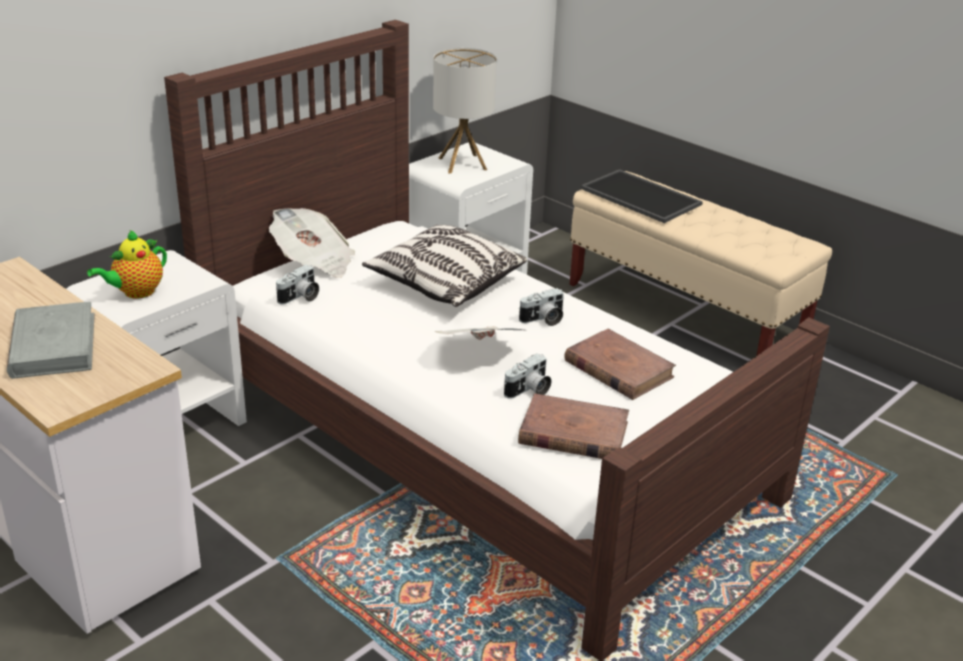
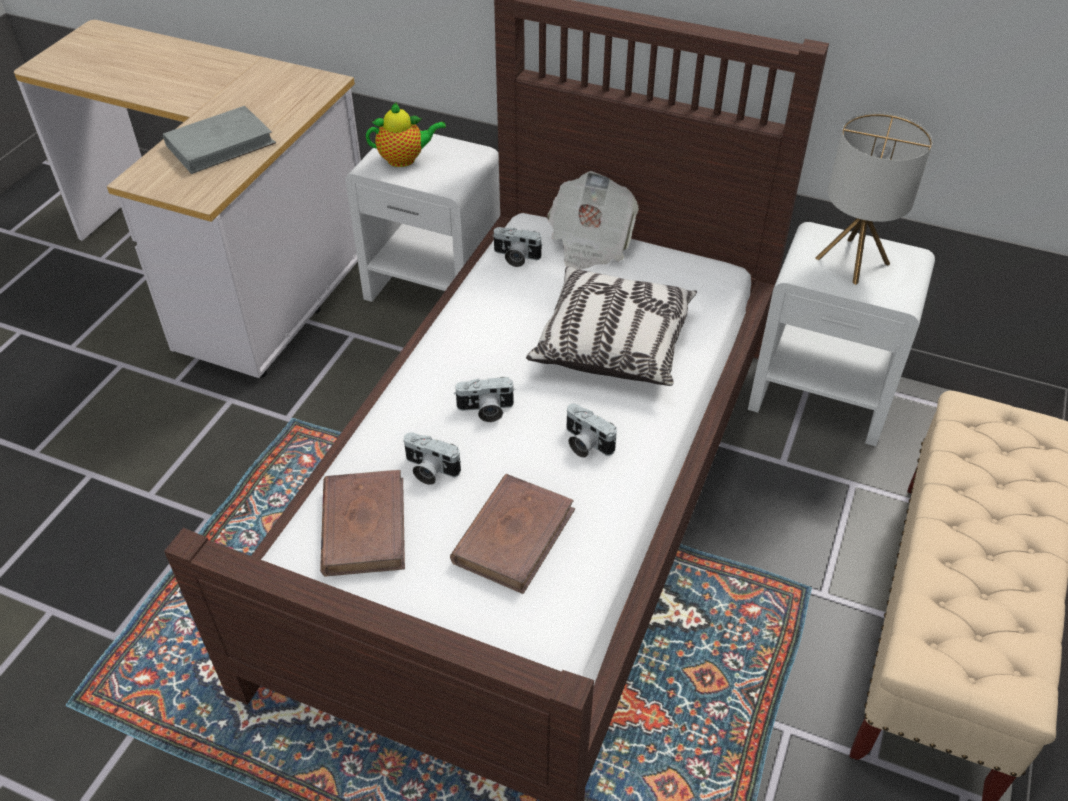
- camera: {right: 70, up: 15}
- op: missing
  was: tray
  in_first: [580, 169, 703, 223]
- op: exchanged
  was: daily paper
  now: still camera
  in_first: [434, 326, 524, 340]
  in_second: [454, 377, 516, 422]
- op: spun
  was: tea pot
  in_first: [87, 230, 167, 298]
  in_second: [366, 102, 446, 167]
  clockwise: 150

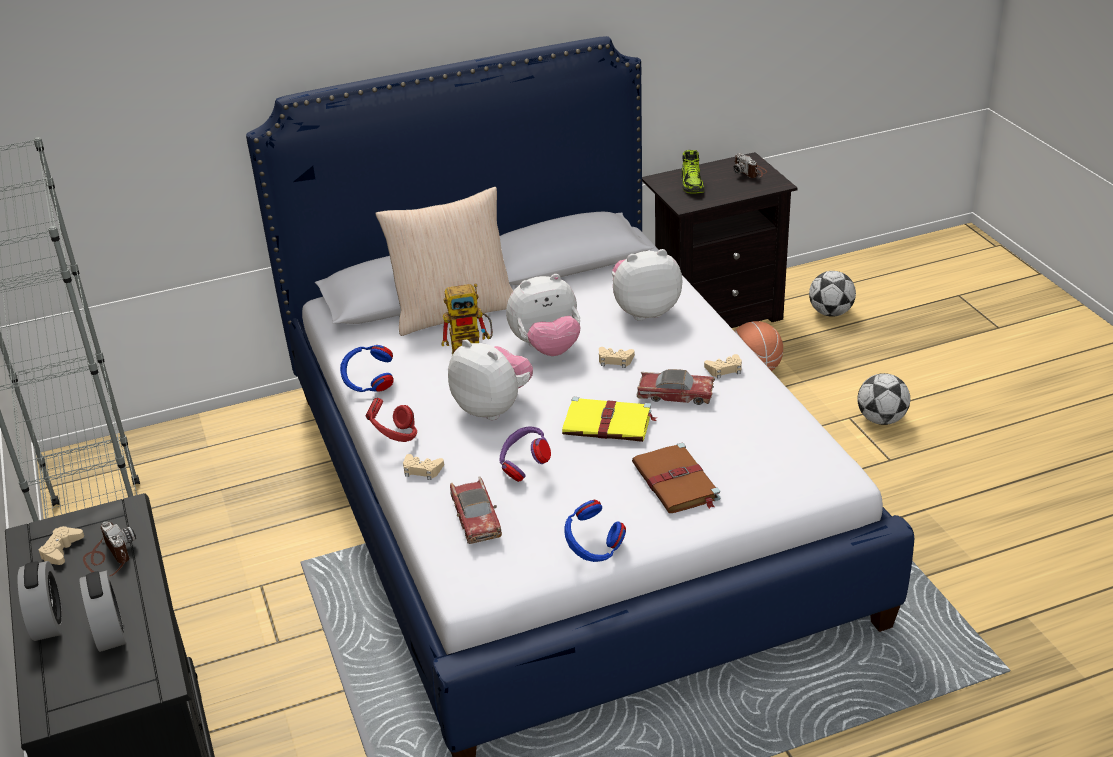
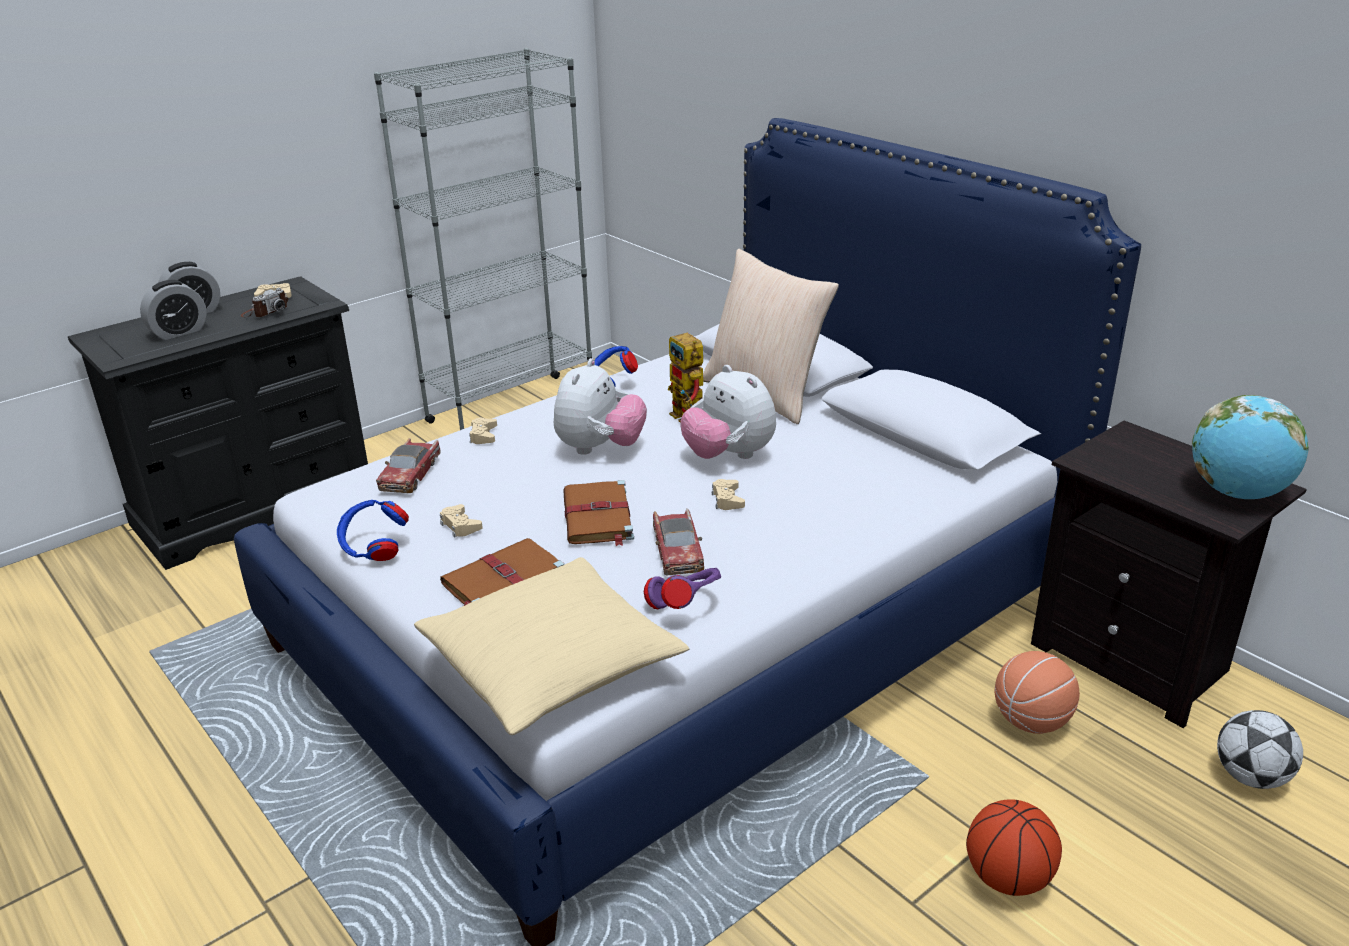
- camera: {right: 70, up: -5}
- op: missing
  was: red-coloured pair of headphones
  in_first: [366, 398, 417, 442]
- op: missing
  was: plush toy
  in_first: [612, 249, 682, 321]
- op: missing
  was: item of footwear
  in_first: [681, 150, 704, 193]
- op: appeared
  now: beige throw pillow
  in_second: [414, 557, 689, 735]
- op: relocated
  was: purple pair of headphones
  in_first: [500, 426, 551, 482]
  in_second: [644, 568, 721, 609]
- op: relocated
  was: beige joypad
  in_first: [704, 354, 742, 379]
  in_second: [440, 504, 483, 538]
- op: exchanged
  was: still camera
  now: globe
  in_first: [733, 153, 767, 178]
  in_second: [1192, 395, 1309, 499]
- op: exchanged
  was: football ball
  now: ball for basketball
  in_first: [857, 373, 910, 425]
  in_second: [966, 799, 1062, 896]
- op: colour
  was: yellowish volume
  now: brown-coloured volume
  in_first: [562, 397, 656, 442]
  in_second: [563, 480, 634, 546]
- op: spun
  was: miniature car
  in_first: [450, 477, 502, 544]
  in_second: [376, 438, 441, 493]
  clockwise: -45

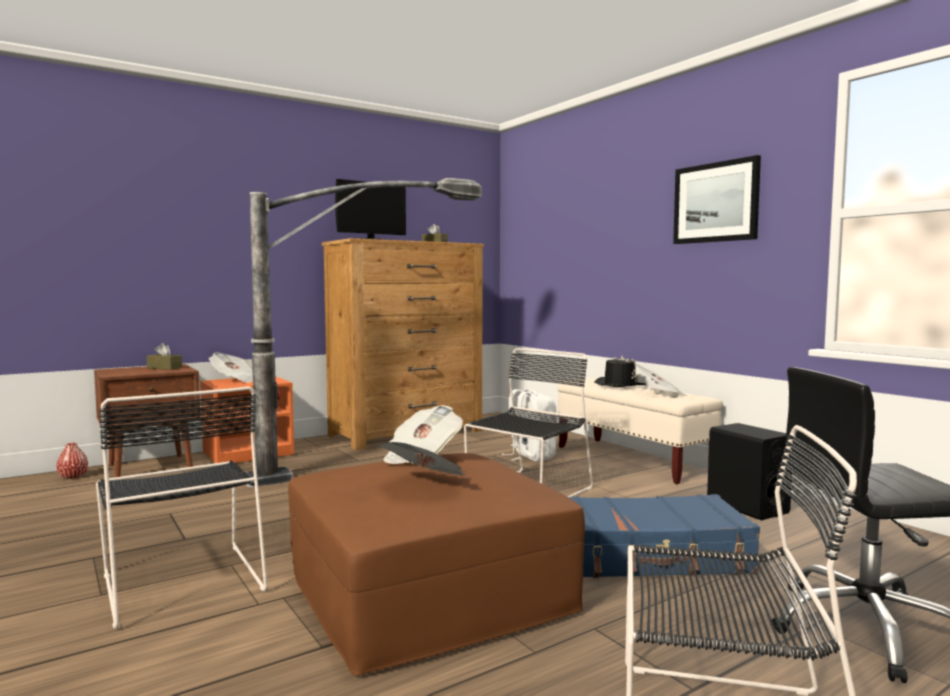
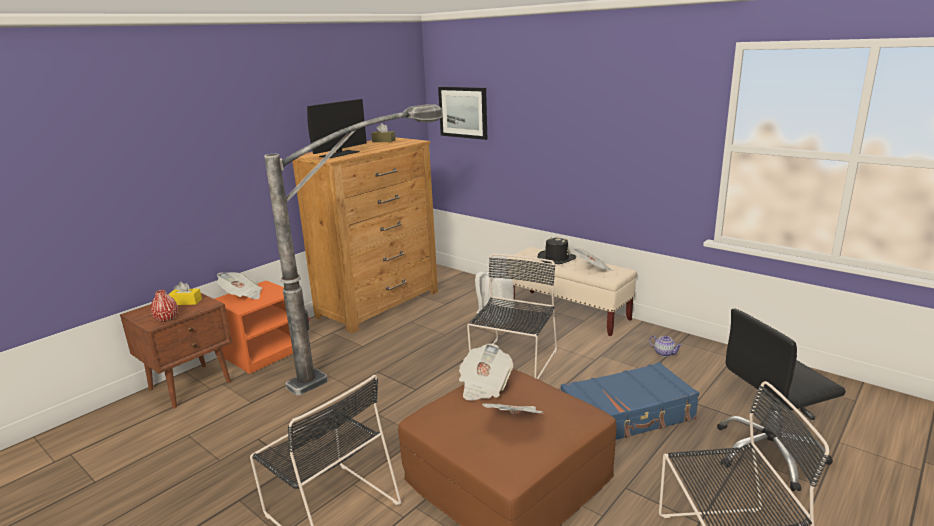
- camera: {right: -15, up: 15}
- op: relocated
  was: red-coloured flower vase
  in_first: [56, 443, 88, 479]
  in_second: [151, 290, 178, 322]
- op: relocated
  was: wall picture
  in_first: [673, 155, 761, 244]
  in_second: [438, 87, 487, 140]
- op: exchanged
  was: black loudspeaker
  now: tea pot
  in_first: [707, 423, 792, 520]
  in_second: [649, 335, 682, 357]
- op: colour
  was: brown-coloured tissue box
  now: yellowish tissue box
  in_first: [147, 343, 182, 370]
  in_second: [168, 282, 202, 305]

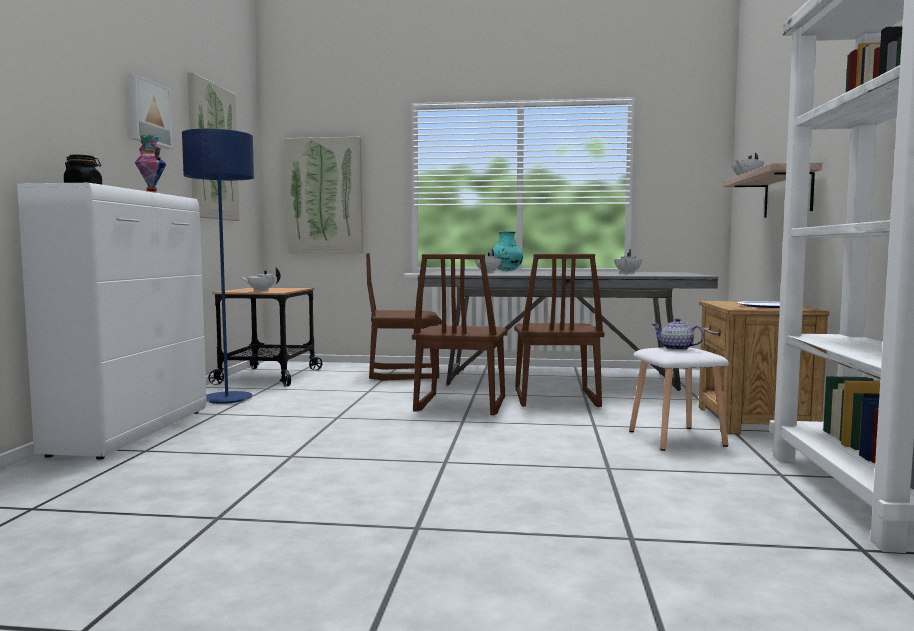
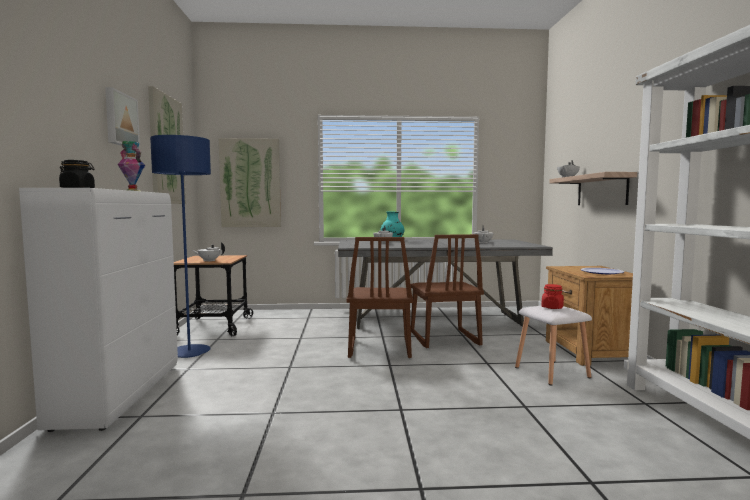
- camera: {right: -10, up: 0}
- op: missing
  was: brown-coloured chair
  in_first: [366, 253, 442, 381]
- op: exchanged
  was: tea pot
  now: red-coloured preserve jar
  in_first: [652, 318, 704, 350]
  in_second: [541, 284, 564, 309]

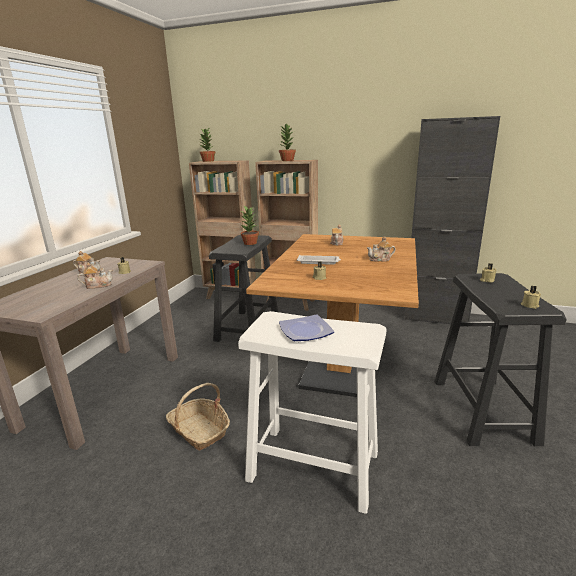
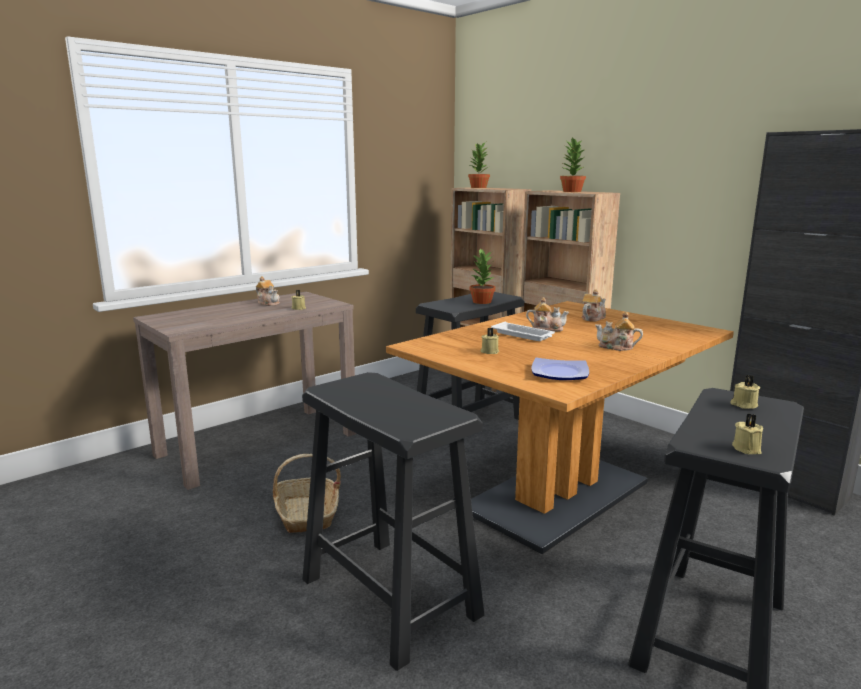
- camera: {right: 30, up: -5}
- op: relocated
  was: tea pot
  in_first: [77, 262, 113, 289]
  in_second: [526, 297, 569, 331]
- op: relocated
  was: dinner plate
  in_first: [279, 314, 335, 341]
  in_second: [532, 358, 589, 380]
- op: colour
  was: white stool seat
  now: black stool seat
  in_first: [238, 311, 387, 514]
  in_second: [302, 372, 484, 671]

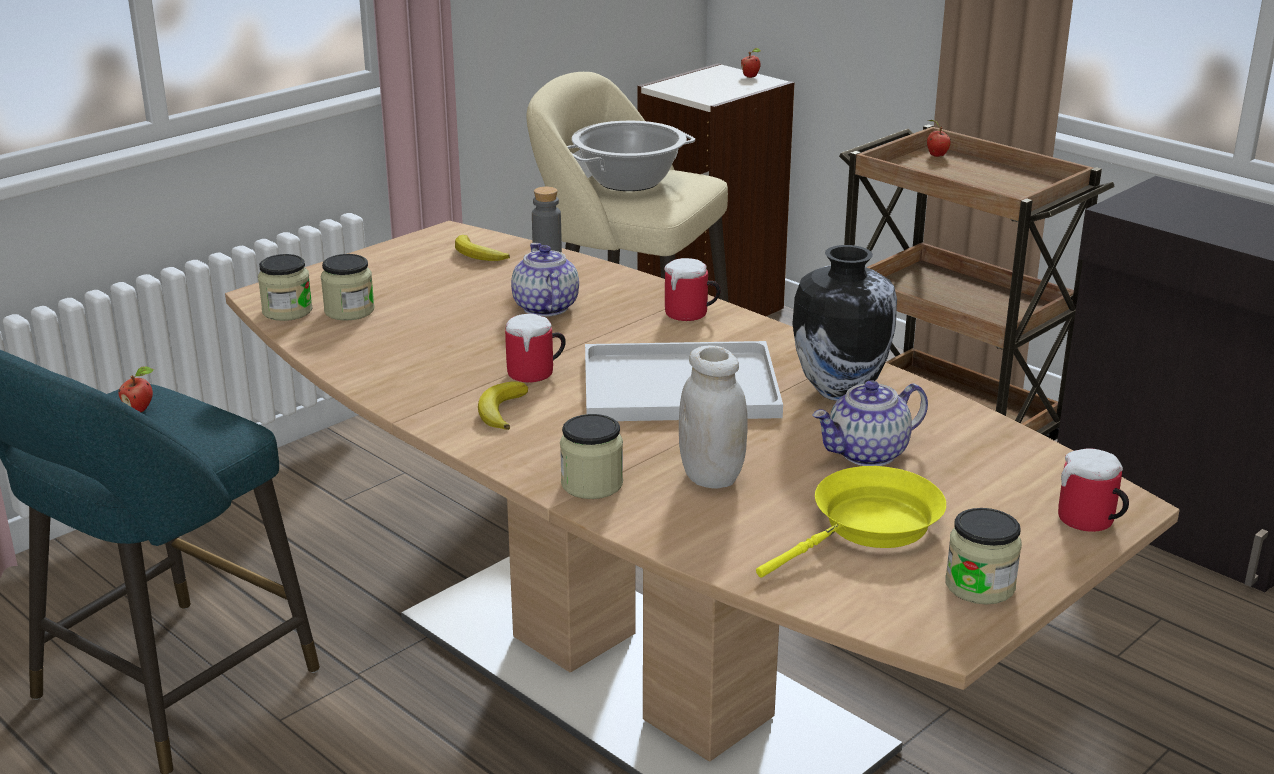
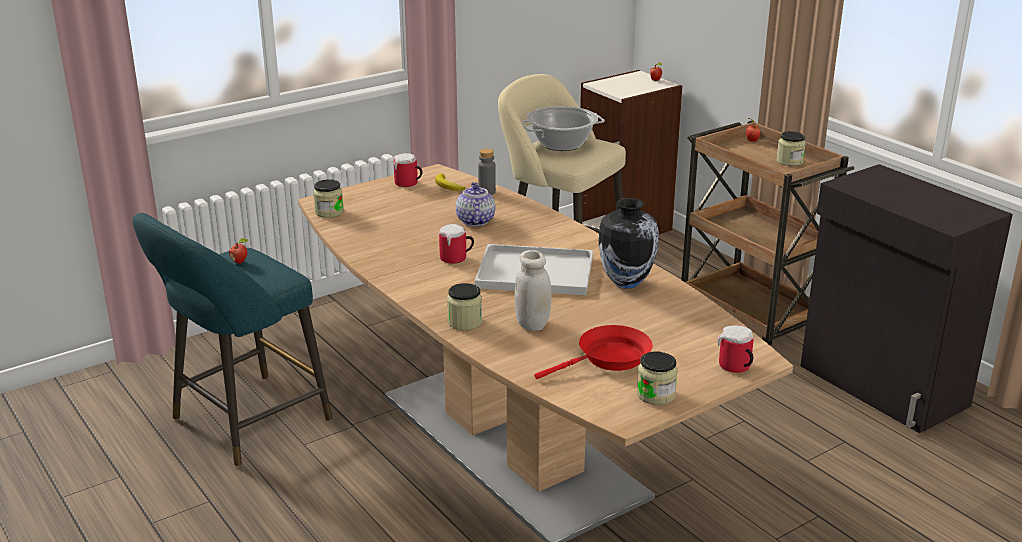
- camera: {right: 10, up: 0}
- op: missing
  was: whole banana
  in_first: [478, 381, 528, 430]
- op: missing
  was: tea pot
  in_first: [813, 380, 928, 466]
- op: relocated
  was: preserve jar
  in_first: [321, 254, 375, 321]
  in_second: [776, 131, 806, 166]
- op: relocated
  was: tea mug
  in_first: [664, 258, 721, 321]
  in_second: [393, 153, 423, 187]
- op: colour
  was: yellowish frying pan
  now: red-coloured frying pan
  in_first: [756, 466, 946, 578]
  in_second: [534, 325, 653, 379]

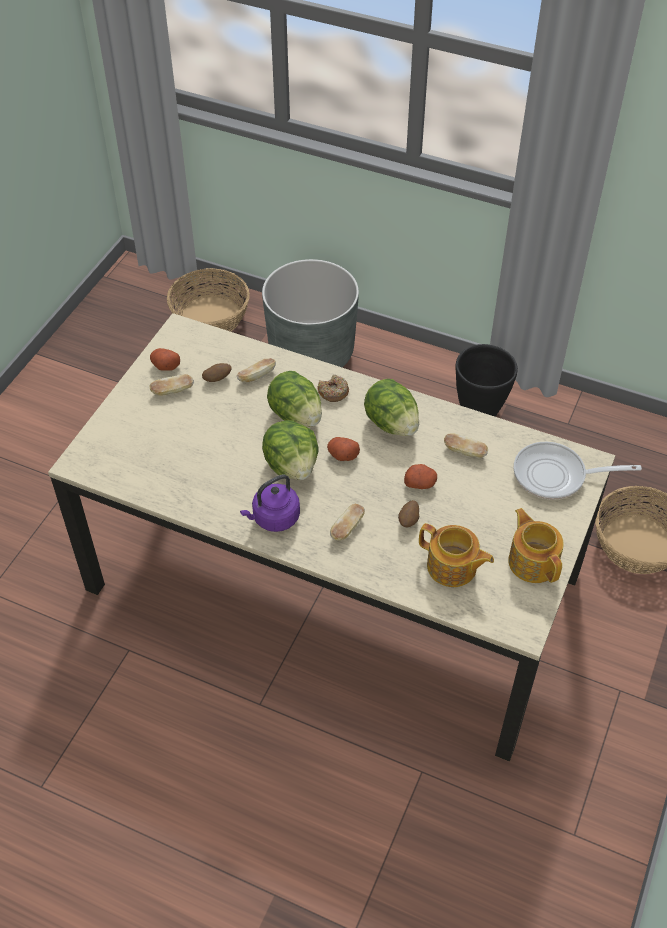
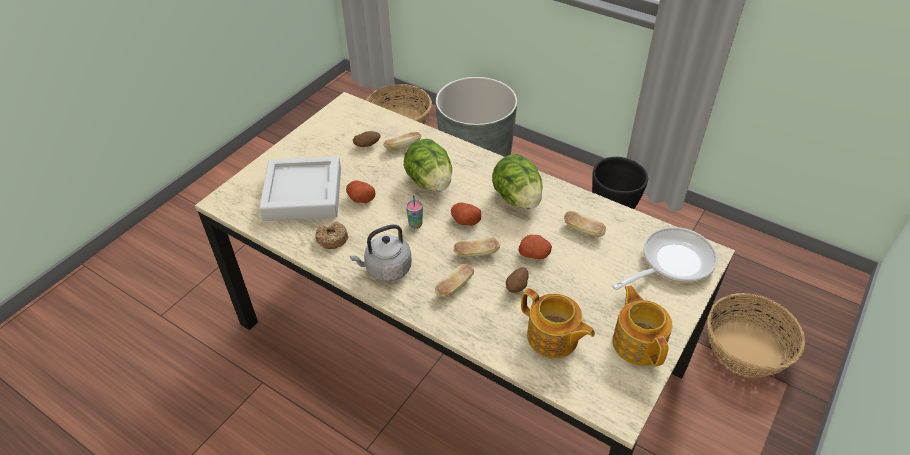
- camera: {right: 10, up: -5}
- op: appeared
  now: gray tray
  in_second: [259, 157, 341, 221]
- op: relocated
  was: spud
  in_first: [150, 348, 180, 371]
  in_second: [346, 180, 376, 203]
- op: relocated
  was: bread
  in_first: [150, 374, 194, 396]
  in_second: [454, 238, 500, 257]
- op: relocated
  was: ring doughnut
  in_first: [317, 375, 349, 402]
  in_second: [315, 221, 348, 249]
- op: exchanged
  was: head of lettuce
  now: small cup
  in_first: [262, 420, 319, 480]
  in_second: [406, 195, 423, 229]
- op: colour
  was: purple water kettle
  now: gray water kettle
  in_first: [240, 475, 300, 532]
  in_second: [350, 224, 412, 282]
- op: spun
  was: frying pan
  in_first: [514, 442, 642, 500]
  in_second: [612, 227, 718, 290]
  clockwise: 135

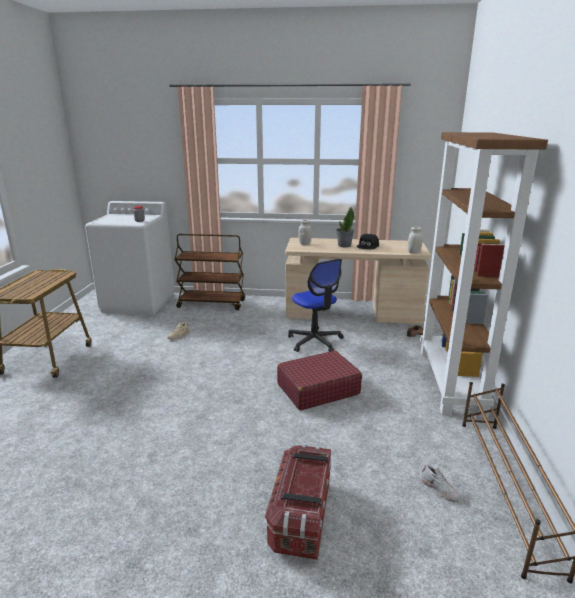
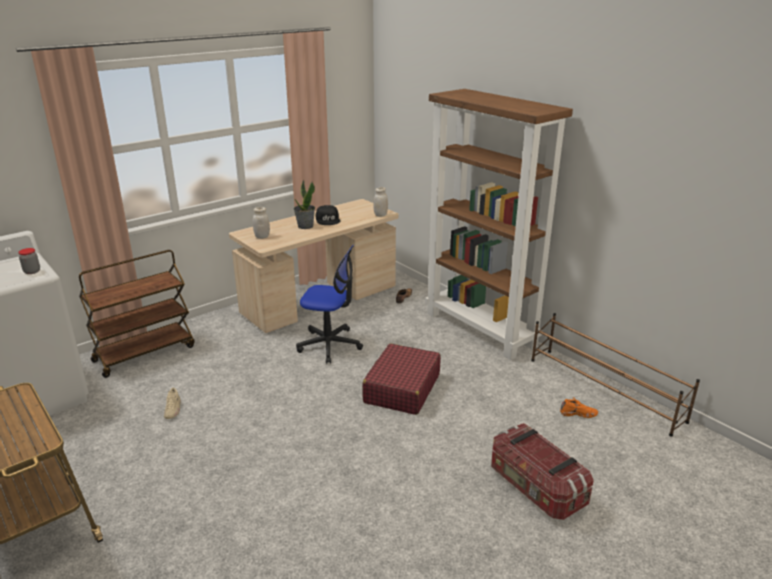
- camera: {right: -45, up: 5}
- op: colour
  was: white item of footwear
  now: orange item of footwear
  in_first: [421, 465, 461, 502]
  in_second: [560, 397, 598, 418]

